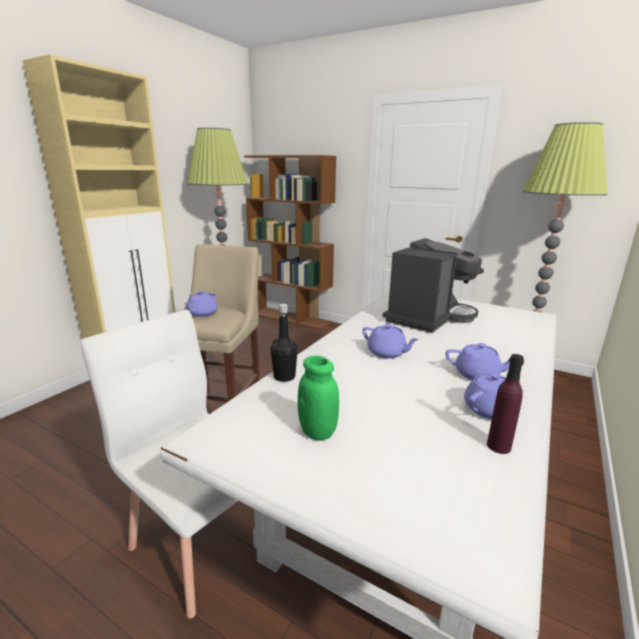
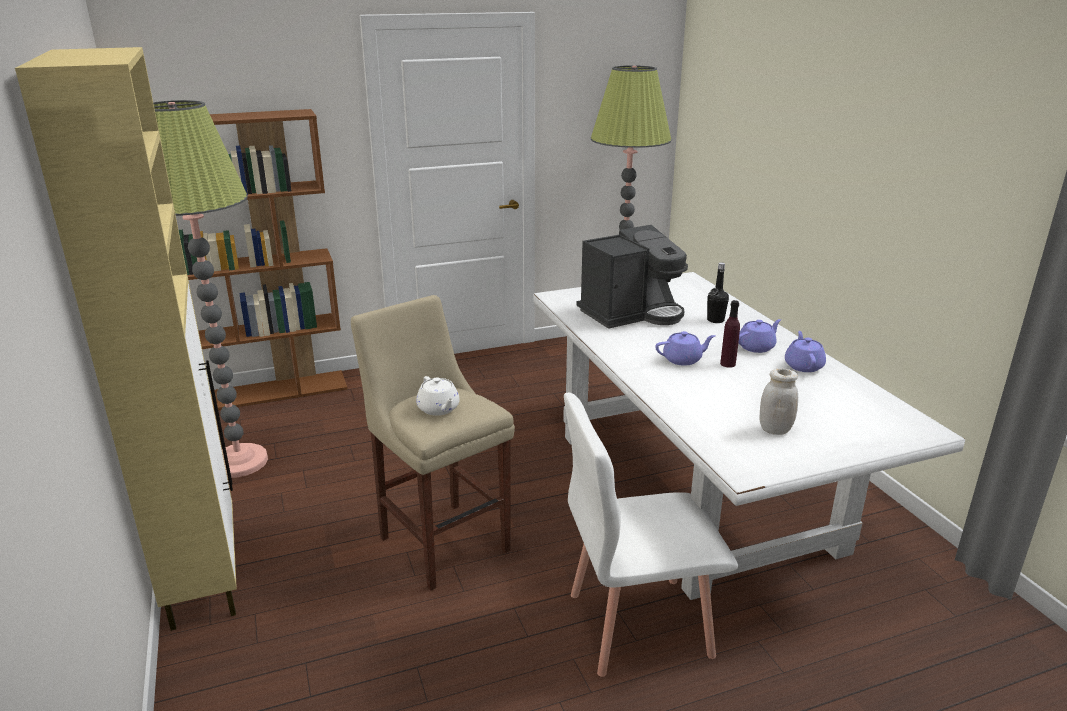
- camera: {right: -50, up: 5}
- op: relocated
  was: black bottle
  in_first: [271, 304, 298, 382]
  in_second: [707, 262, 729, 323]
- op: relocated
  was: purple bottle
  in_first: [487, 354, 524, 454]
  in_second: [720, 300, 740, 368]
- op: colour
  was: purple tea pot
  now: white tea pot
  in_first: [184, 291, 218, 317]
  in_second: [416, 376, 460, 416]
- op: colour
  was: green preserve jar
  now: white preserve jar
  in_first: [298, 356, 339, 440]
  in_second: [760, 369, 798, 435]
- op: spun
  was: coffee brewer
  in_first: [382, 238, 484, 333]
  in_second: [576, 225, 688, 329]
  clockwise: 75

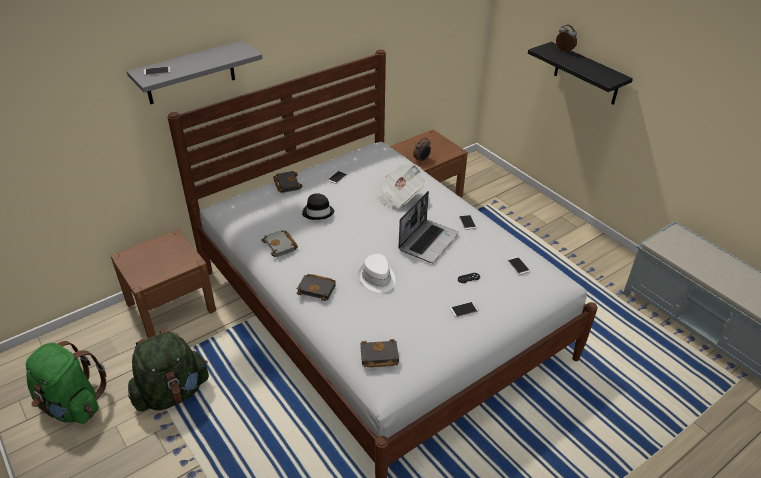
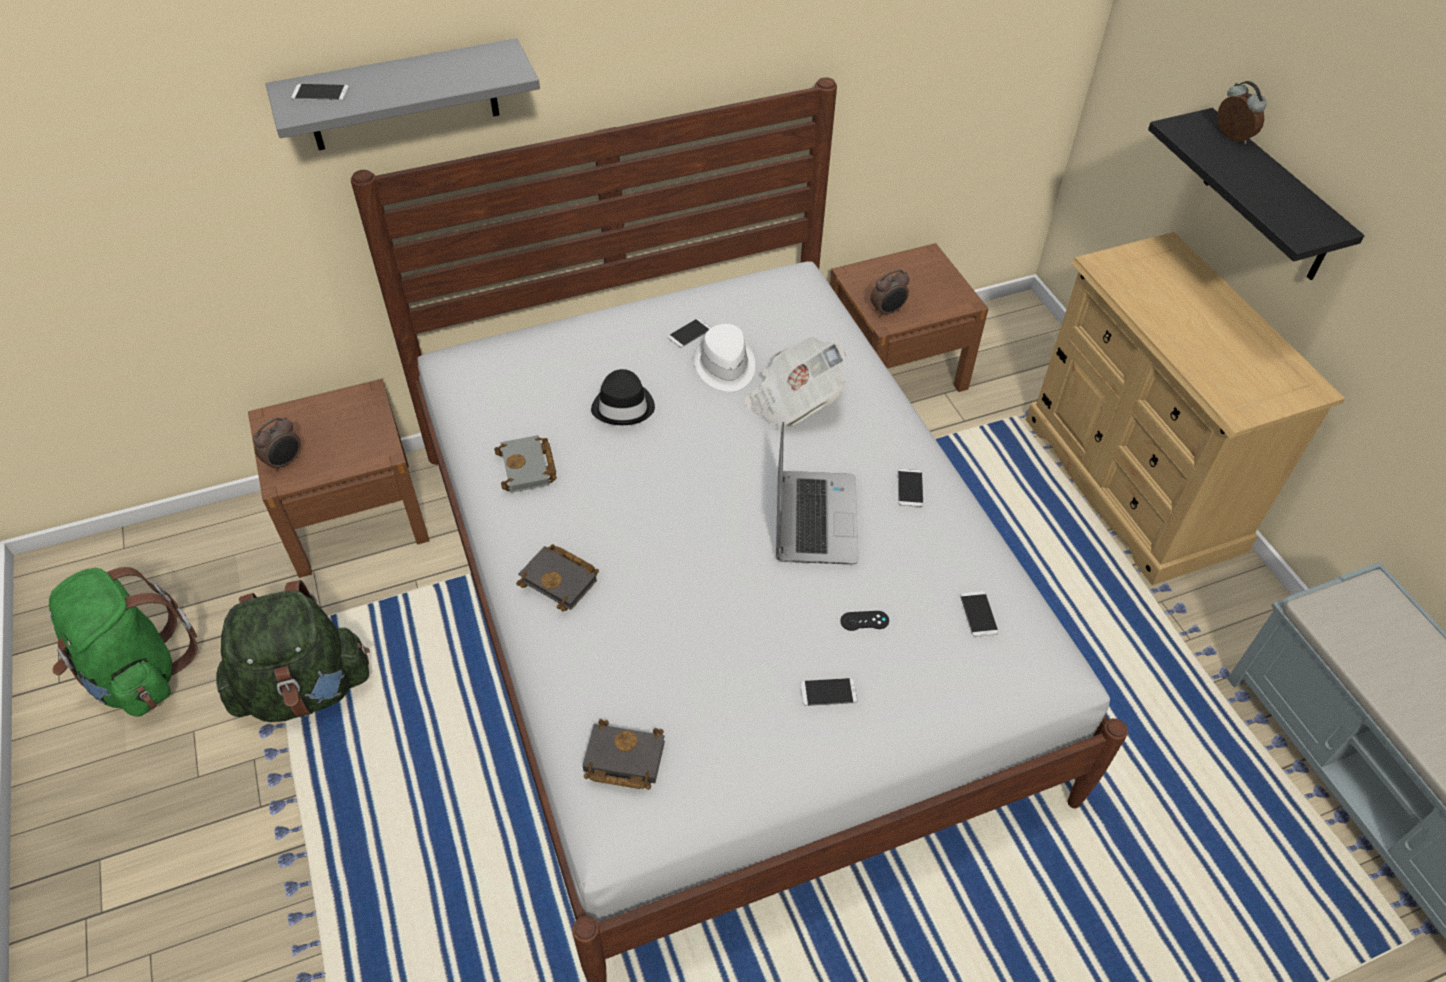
- camera: {right: 15, up: 10}
- op: missing
  was: black volume
  in_first: [273, 171, 303, 193]
- op: appeared
  now: bedside clock
  in_second: [253, 417, 301, 472]
- op: appeared
  now: beige chest of drawers
  in_second: [1026, 232, 1345, 585]
- op: relocated
  was: white hat
  in_first: [359, 254, 396, 293]
  in_second: [694, 324, 755, 391]
- op: spun
  was: laptop
  in_first: [398, 191, 459, 263]
  in_second: [776, 422, 858, 565]
  clockwise: -45

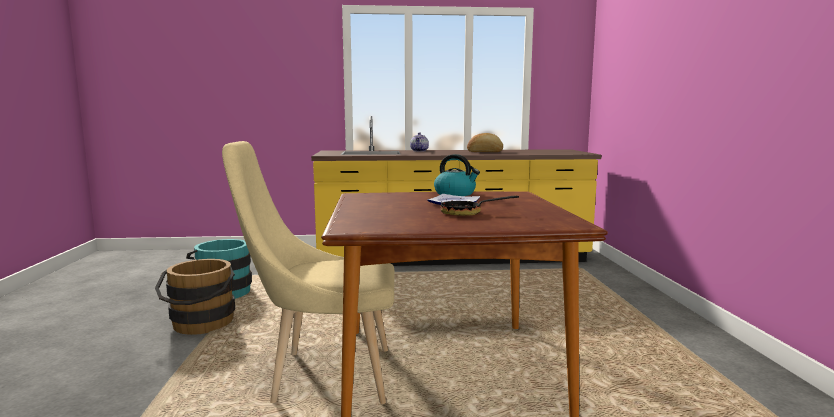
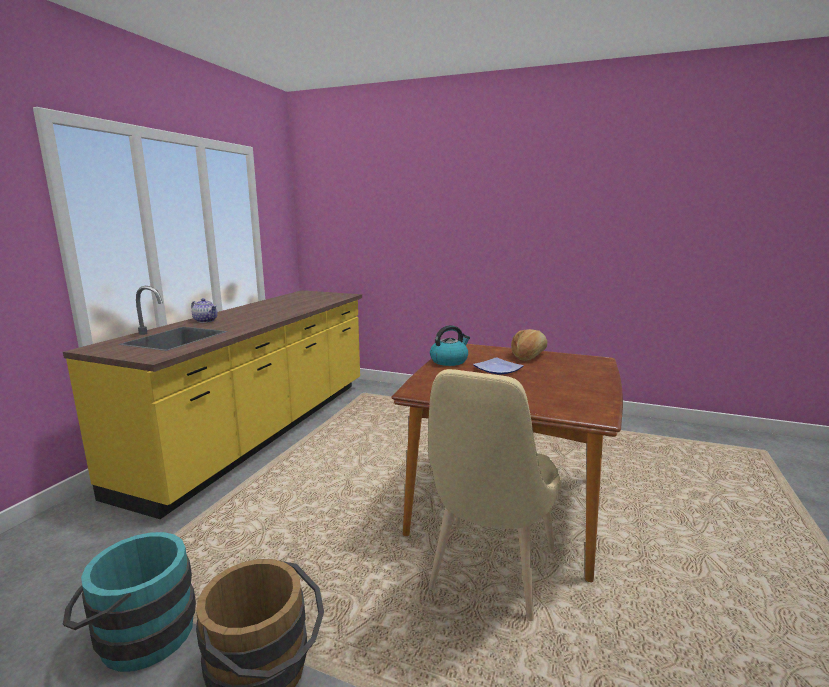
- camera: {right: -65, up: 5}
- op: missing
  was: frying pan
  in_first: [440, 196, 519, 216]
- op: relocated
  was: bread
  in_first: [467, 133, 503, 152]
  in_second: [511, 329, 547, 361]

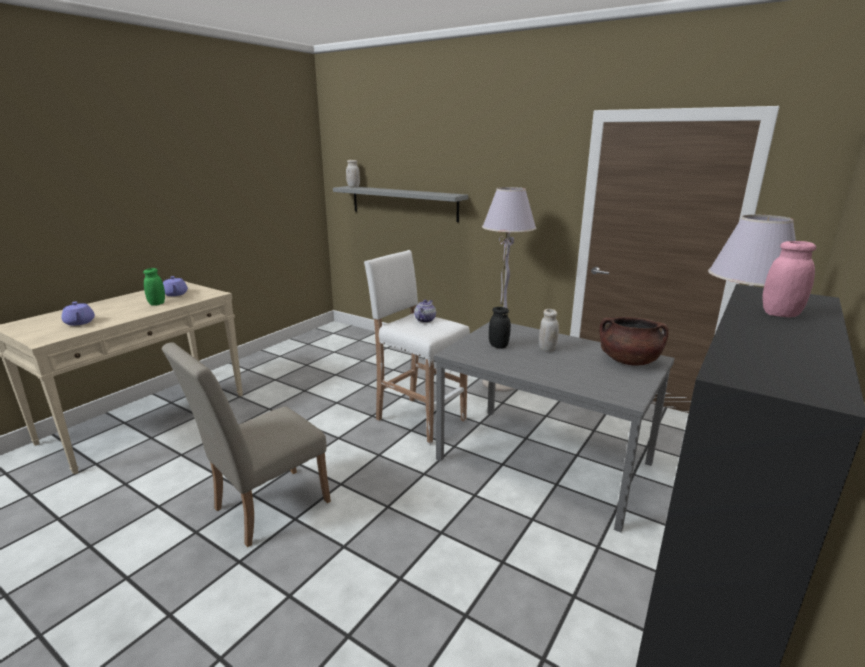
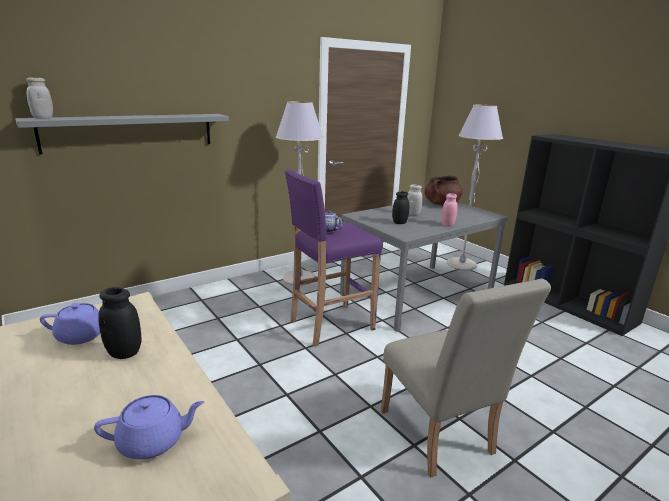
- camera: {right: -70, up: 0}
- op: relocated
  was: pink preserve jar
  in_first: [763, 241, 816, 317]
  in_second: [442, 193, 458, 227]
- op: colour
  was: green preserve jar
  now: black preserve jar
  in_first: [143, 268, 165, 306]
  in_second: [98, 287, 141, 359]
- op: colour
  was: white stool seat
  now: purple stool seat
  in_first: [364, 250, 470, 445]
  in_second: [285, 169, 383, 347]

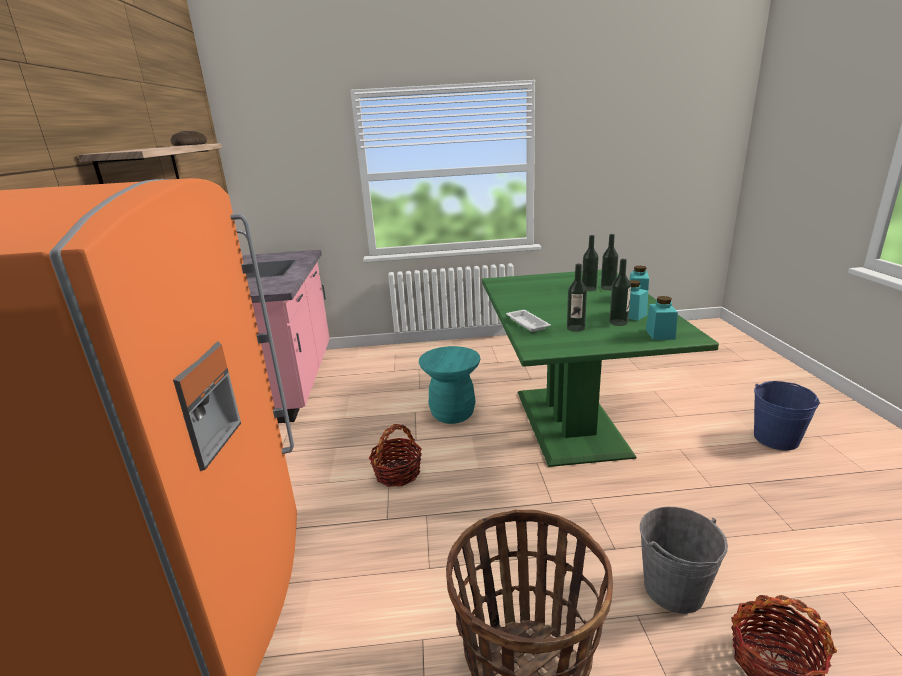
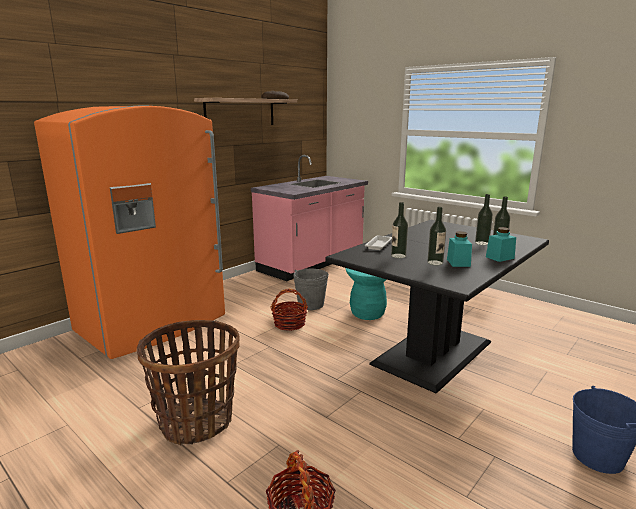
- camera: {right: 45, up: -5}
- op: missing
  was: turquoise-coloured preserve jar
  in_first: [646, 296, 678, 340]
- op: relocated
  was: gray water bucket
  in_first: [640, 507, 728, 614]
  in_second: [293, 269, 329, 310]
- op: colour
  was: green dining table
  now: black dining table
  in_first: [482, 270, 719, 467]
  in_second: [325, 220, 549, 394]

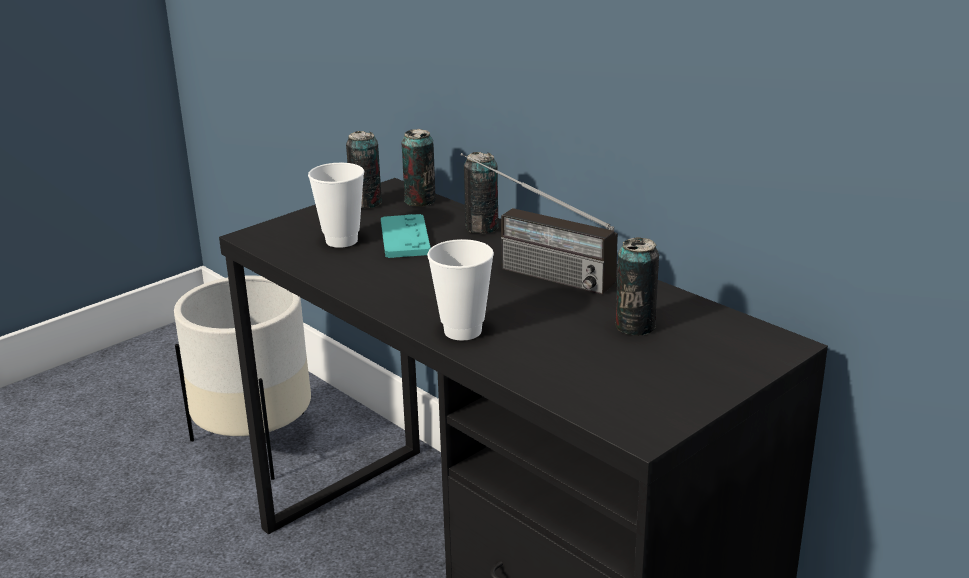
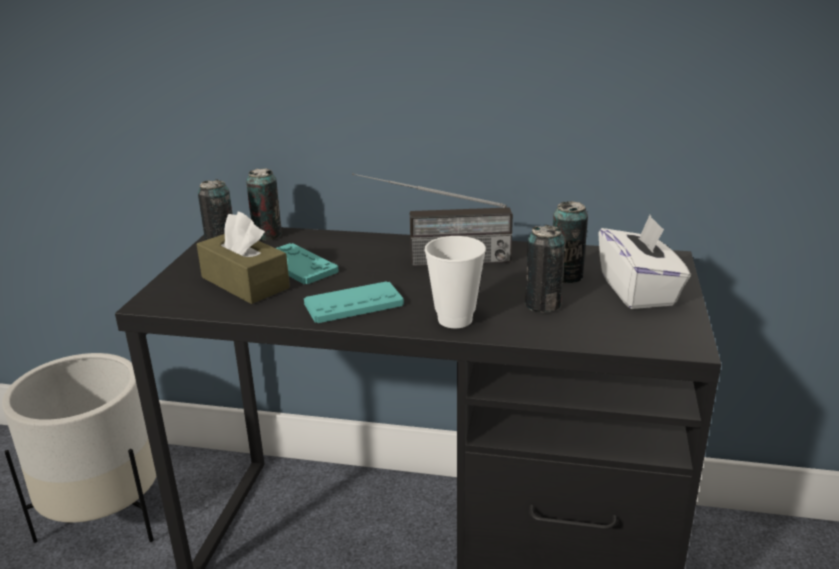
- camera: {right: -35, up: 0}
- op: appeared
  now: turquoise-coloured joypad
  in_second: [304, 281, 404, 323]
- op: appeared
  now: white tissue box
  in_second: [598, 215, 691, 309]
- op: relocated
  was: can
  in_first: [464, 152, 499, 233]
  in_second: [525, 225, 565, 313]
- op: exchanged
  was: small cup
  now: brown-coloured tissue box
  in_first: [308, 163, 364, 248]
  in_second: [197, 212, 290, 304]

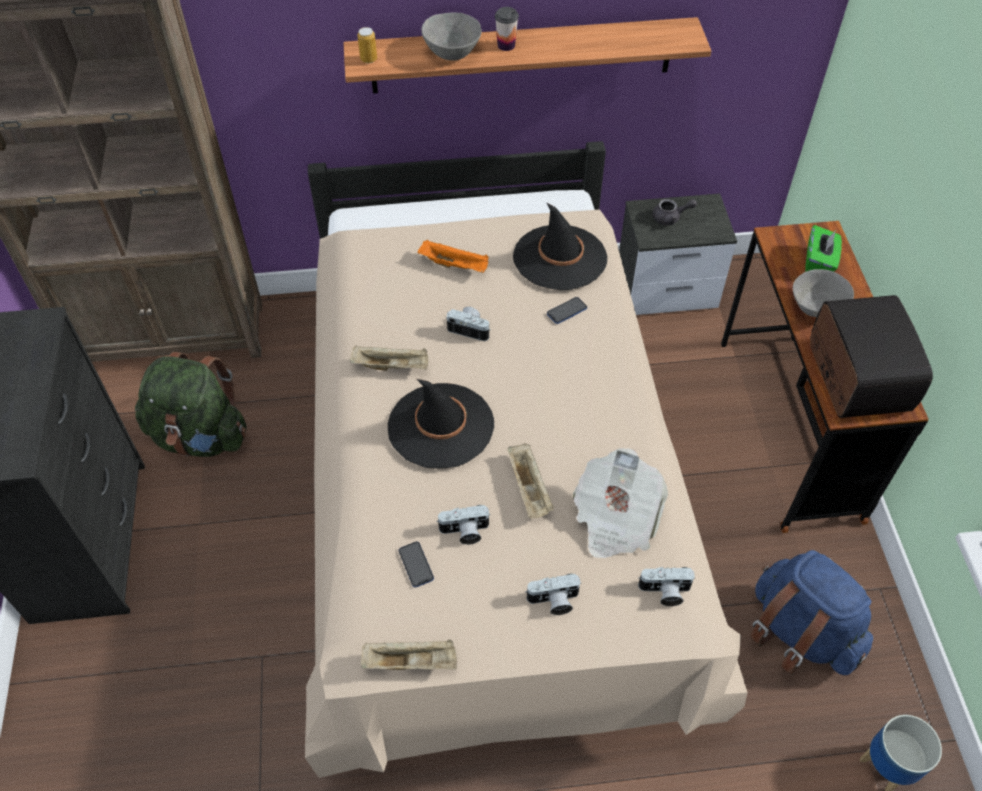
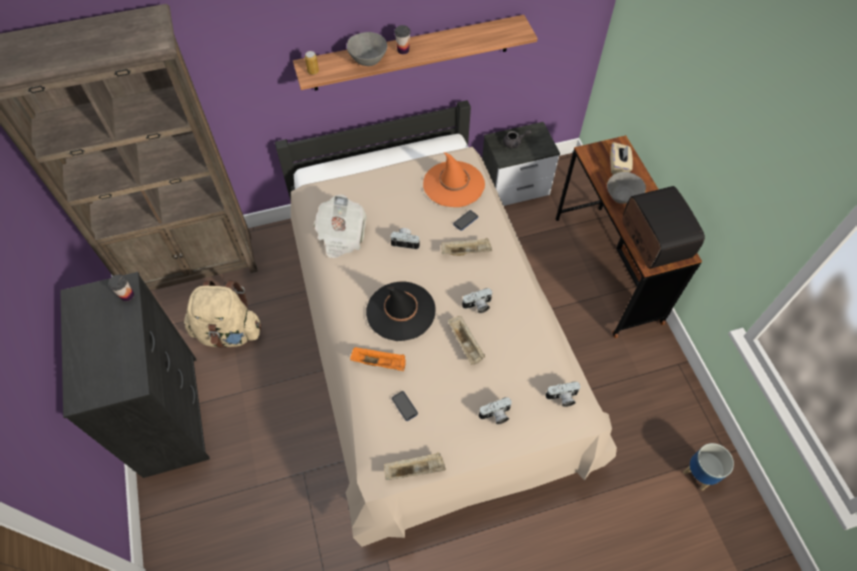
- camera: {right: -10, up: 5}
- op: missing
  was: bluish knapsack
  in_first: [750, 550, 873, 675]
- op: appeared
  now: small cup
  in_second: [108, 275, 134, 301]
- op: relocated
  was: beige tray
  in_first: [350, 345, 428, 371]
  in_second: [441, 238, 492, 256]
- op: relocated
  was: orange tray
  in_first: [418, 240, 489, 273]
  in_second: [350, 347, 406, 371]
- op: relocated
  was: still camera
  in_first: [436, 505, 491, 545]
  in_second: [462, 288, 492, 313]
- op: relocated
  was: daily paper
  in_first: [573, 448, 668, 558]
  in_second: [314, 194, 367, 258]
- op: colour
  was: green knapsack
  now: beige knapsack
  in_first: [135, 352, 247, 457]
  in_second: [184, 281, 261, 348]
- op: colour
  was: black hat
  now: orange hat
  in_first: [513, 202, 607, 290]
  in_second: [423, 152, 485, 207]
- op: colour
  was: green tissue box
  now: beige tissue box
  in_first: [805, 225, 842, 272]
  in_second: [610, 142, 633, 174]

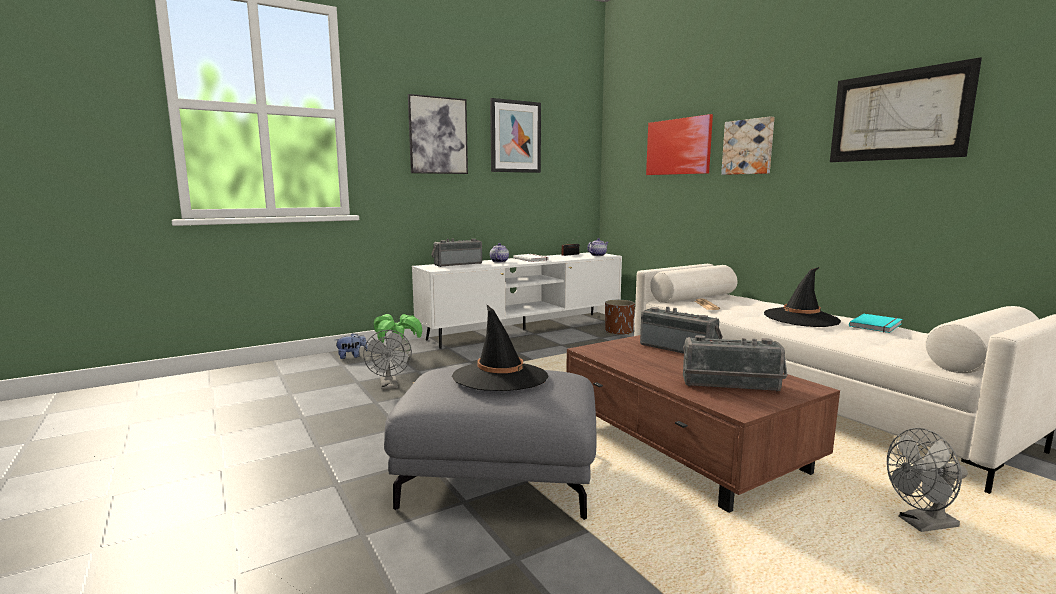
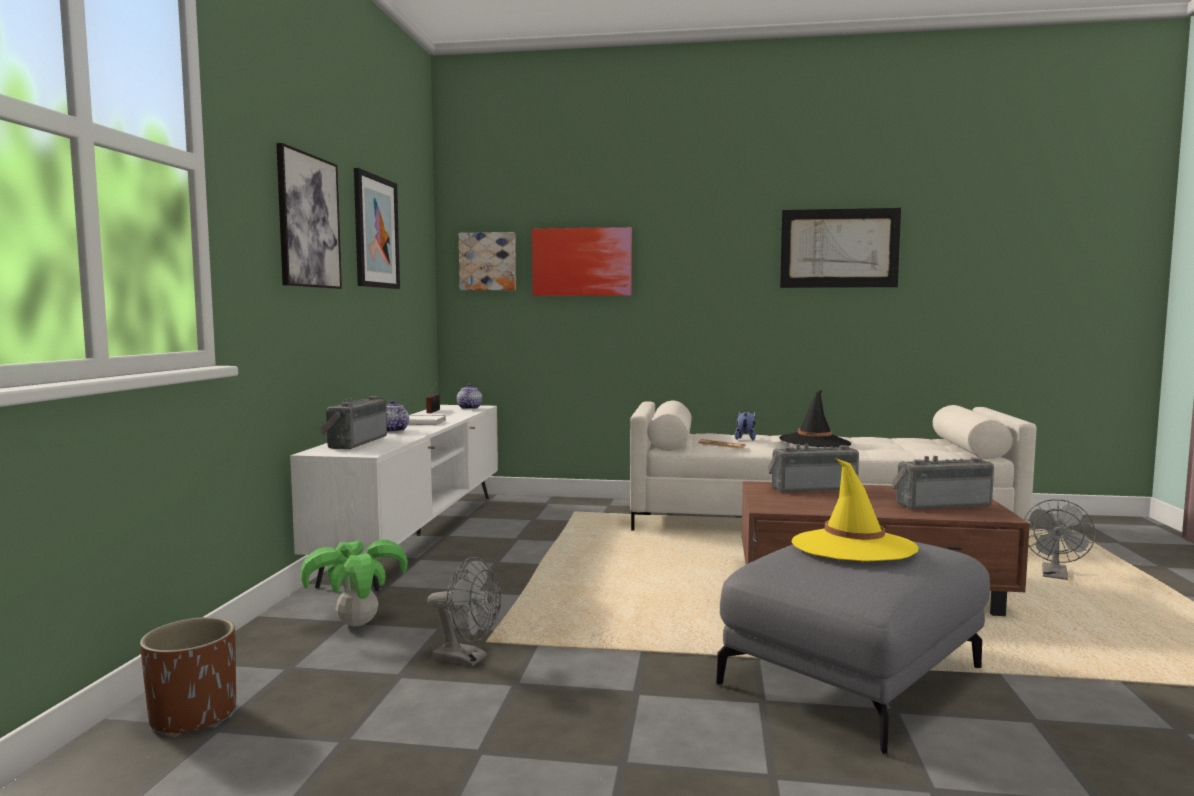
- camera: {right: -50, up: -5}
- op: missing
  was: turquoise-coloured volume
  in_first: [849, 314, 902, 333]
- op: relocated
  was: plush toy
  in_first: [336, 333, 368, 359]
  in_second: [735, 411, 756, 440]
- op: relocated
  was: brown-coloured planter
  in_first: [605, 300, 635, 335]
  in_second: [140, 617, 236, 737]
- op: relocated
  was: wall picture
  in_first: [721, 116, 774, 175]
  in_second: [459, 232, 516, 290]
- op: colour
  was: black hat
  now: yellowish hat
  in_first: [452, 304, 549, 391]
  in_second: [791, 458, 919, 561]
- op: spun
  was: radio set
  in_first: [683, 335, 788, 392]
  in_second: [891, 456, 994, 510]
  clockwise: -150

